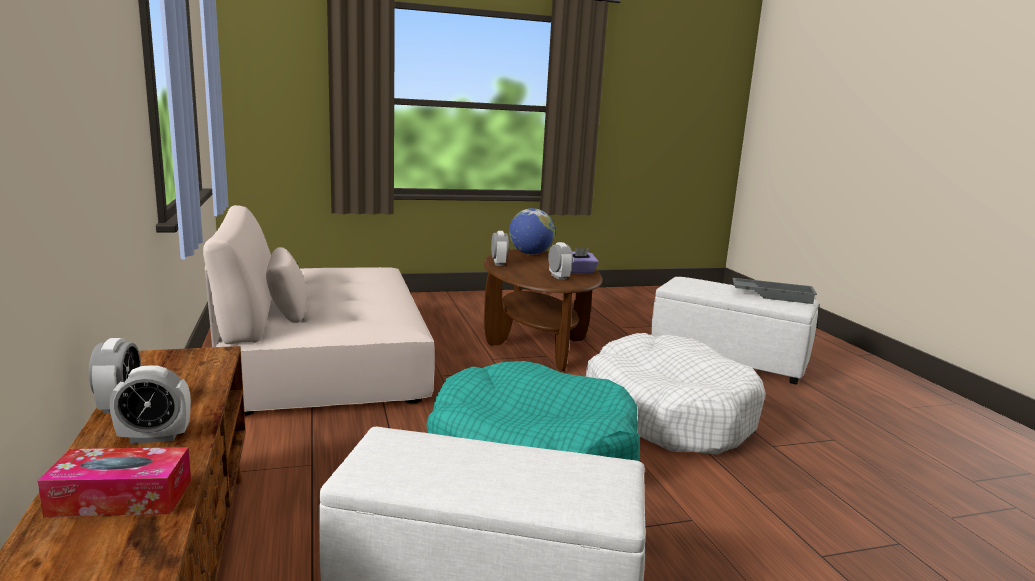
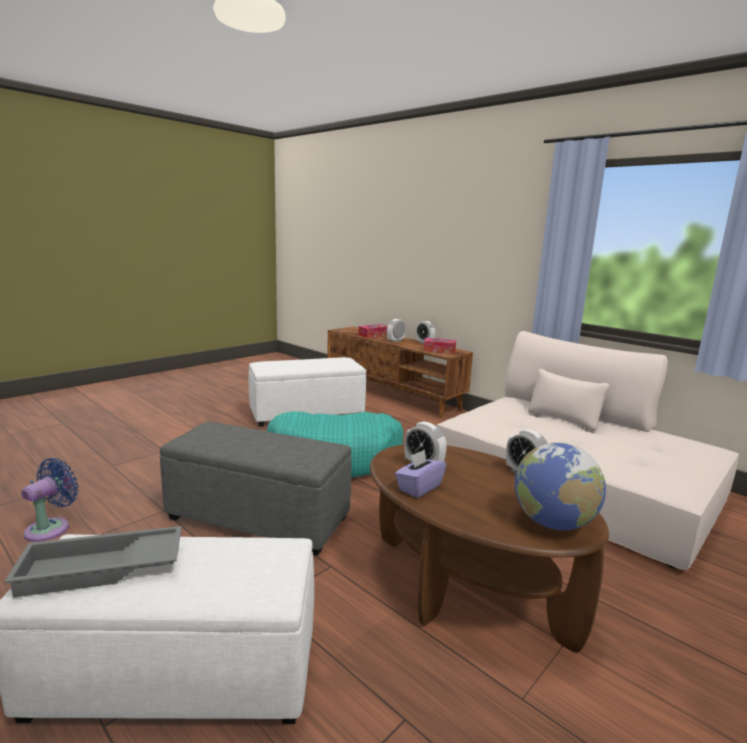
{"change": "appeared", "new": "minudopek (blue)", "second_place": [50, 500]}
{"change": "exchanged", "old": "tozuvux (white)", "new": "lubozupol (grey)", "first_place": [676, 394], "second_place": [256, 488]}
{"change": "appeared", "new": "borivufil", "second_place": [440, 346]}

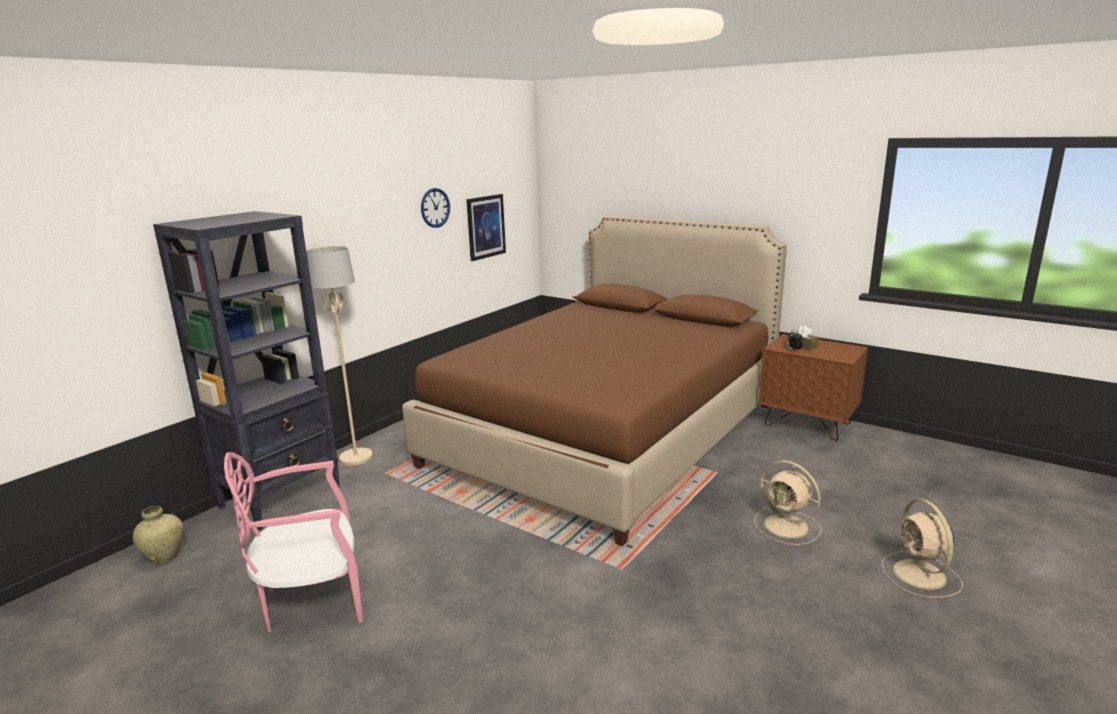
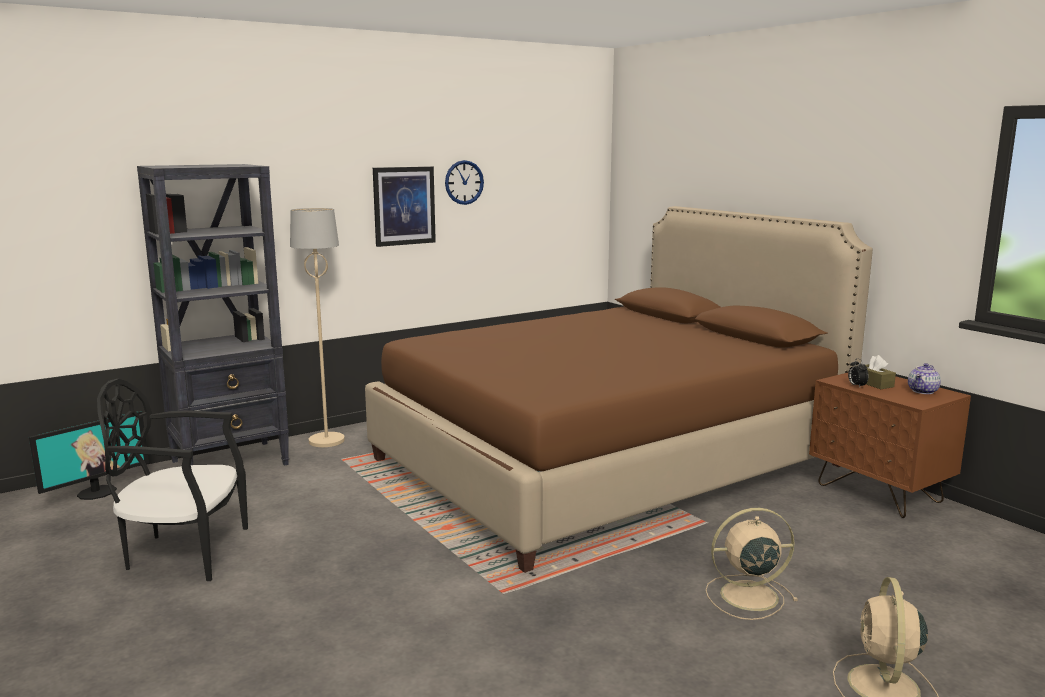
{"change": "exchanged", "old": "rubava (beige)", "new": "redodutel", "first_place": [158, 535], "second_place": [89, 455]}
{"change": "colour", "old": "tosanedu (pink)", "new": "tosanedu (black)", "first_place": [293, 542], "second_place": [172, 480]}
{"change": "relocated", "old": "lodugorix", "first_place": [486, 227], "second_place": [404, 206]}
{"change": "spun", "old": "minudopek (beige)", "first_place": [788, 502], "second_place": [752, 564], "degrees": 105}
{"change": "appeared", "new": "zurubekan", "second_place": [924, 378]}

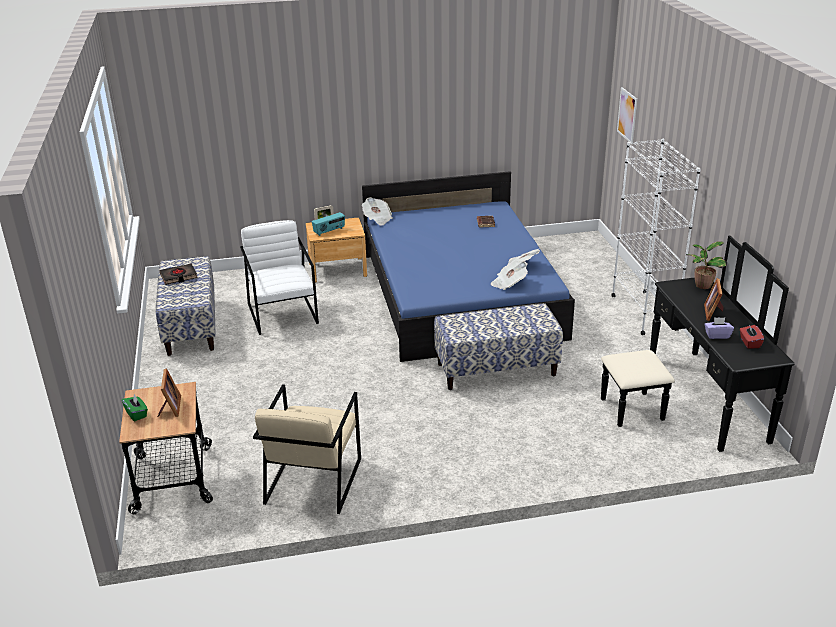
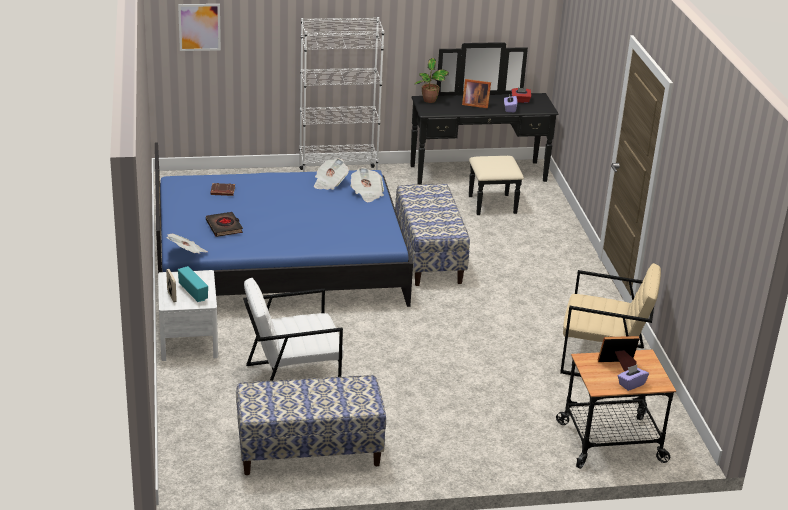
{"change": "colour", "old": "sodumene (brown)", "new": "sodumene (white)", "first_place": [336, 250], "second_place": [188, 315]}
{"change": "relocated", "old": "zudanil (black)", "first_place": [178, 274], "second_place": [224, 224]}
{"change": "colour", "old": "borivufil (green)", "new": "borivufil (purple)", "first_place": [135, 407], "second_place": [633, 378]}

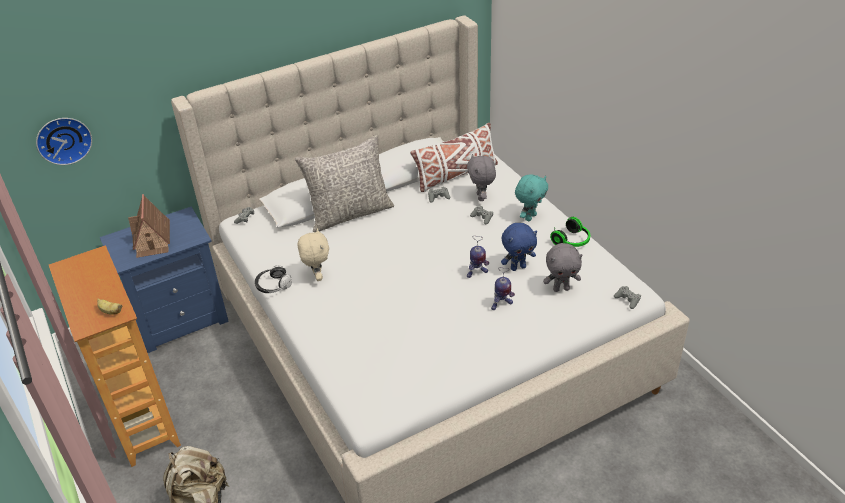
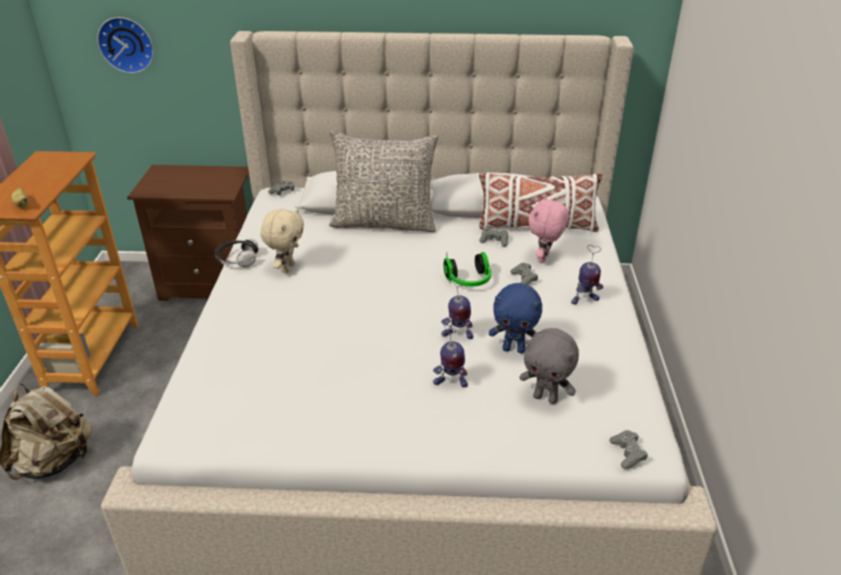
{"change": "colour", "old": "sodumene (blue)", "new": "sodumene (brown)", "first_place": [164, 280], "second_place": [188, 233]}
{"change": "relocated", "old": "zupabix", "first_place": [570, 232], "second_place": [467, 269]}
{"change": "colour", "old": "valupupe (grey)", "new": "valupupe (pink)", "first_place": [481, 177], "second_place": [548, 229]}
{"change": "exchanged", "old": "valupupe (turquoise)", "new": "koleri", "first_place": [531, 197], "second_place": [587, 275]}
{"change": "missing", "old": "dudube", "first_place": [149, 226]}

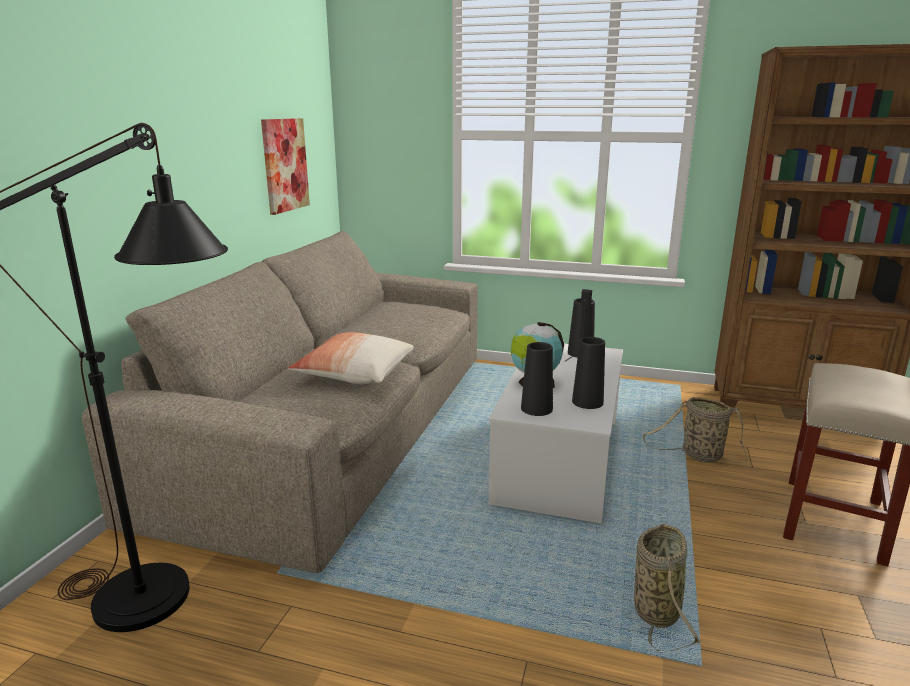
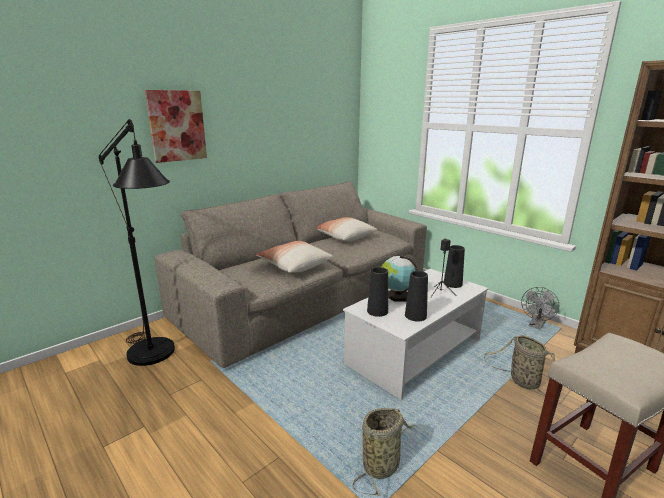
{"change": "relocated", "old": "lodugorix", "first_place": [285, 166], "second_place": [176, 126]}
{"change": "appeared", "new": "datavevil", "second_place": [347, 229]}
{"change": "appeared", "new": "minudopek (grey)", "second_place": [540, 308]}

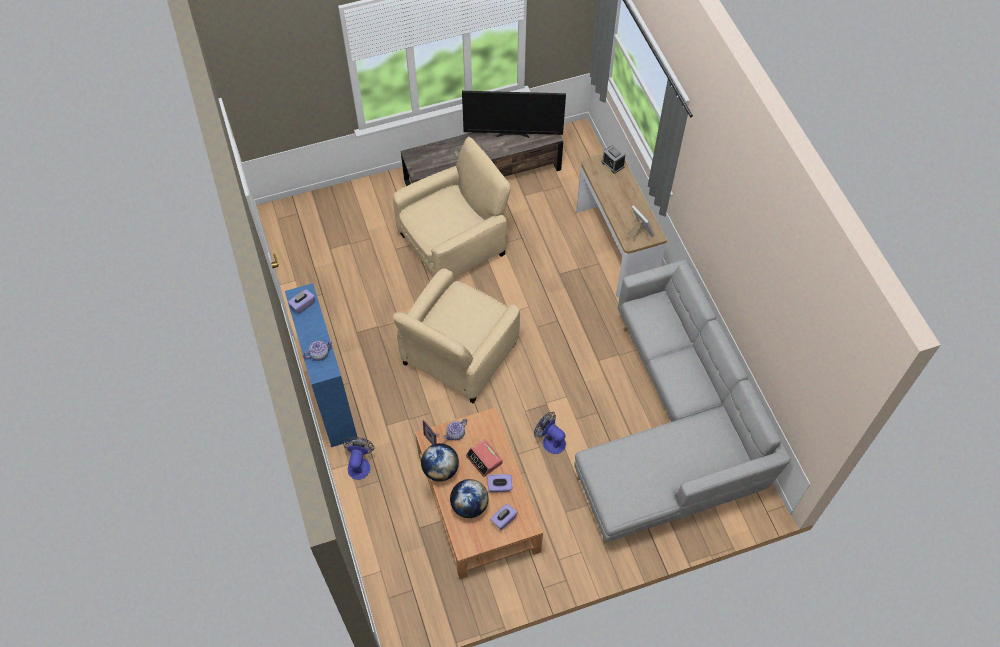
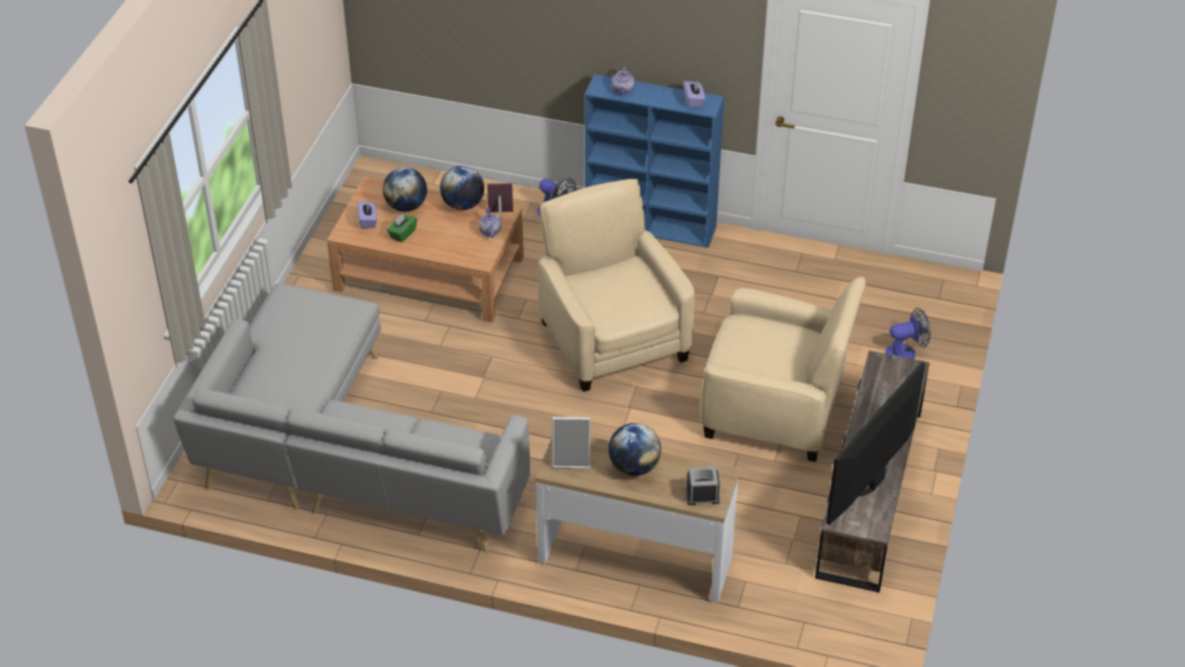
{"change": "colour", "old": "borivufil (purple)", "new": "borivufil (green)", "first_place": [499, 483], "second_place": [402, 227]}
{"change": "appeared", "new": "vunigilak", "second_place": [634, 449]}
{"change": "spun", "old": "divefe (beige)", "first_place": [452, 207], "second_place": [783, 369], "degrees": -75}
{"change": "relocated", "old": "minudopek", "first_place": [550, 433], "second_place": [908, 333]}
{"change": "missing", "old": "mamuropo", "first_place": [484, 458]}

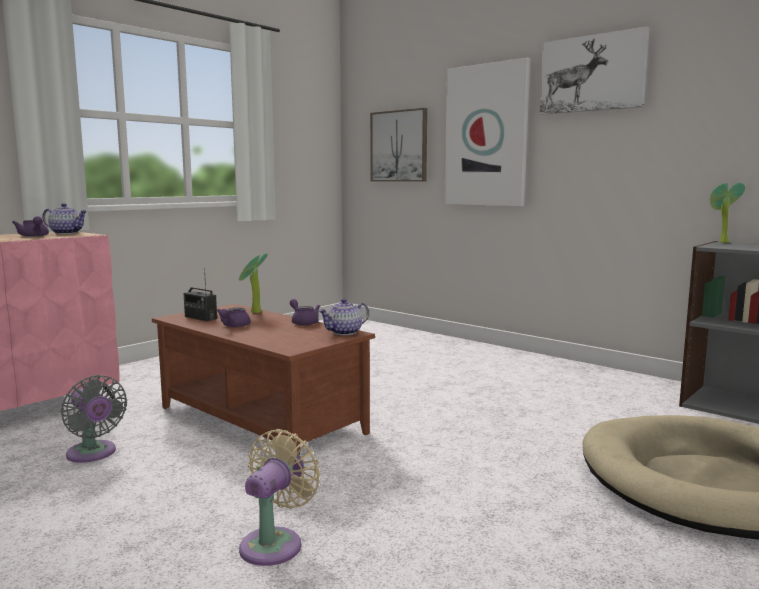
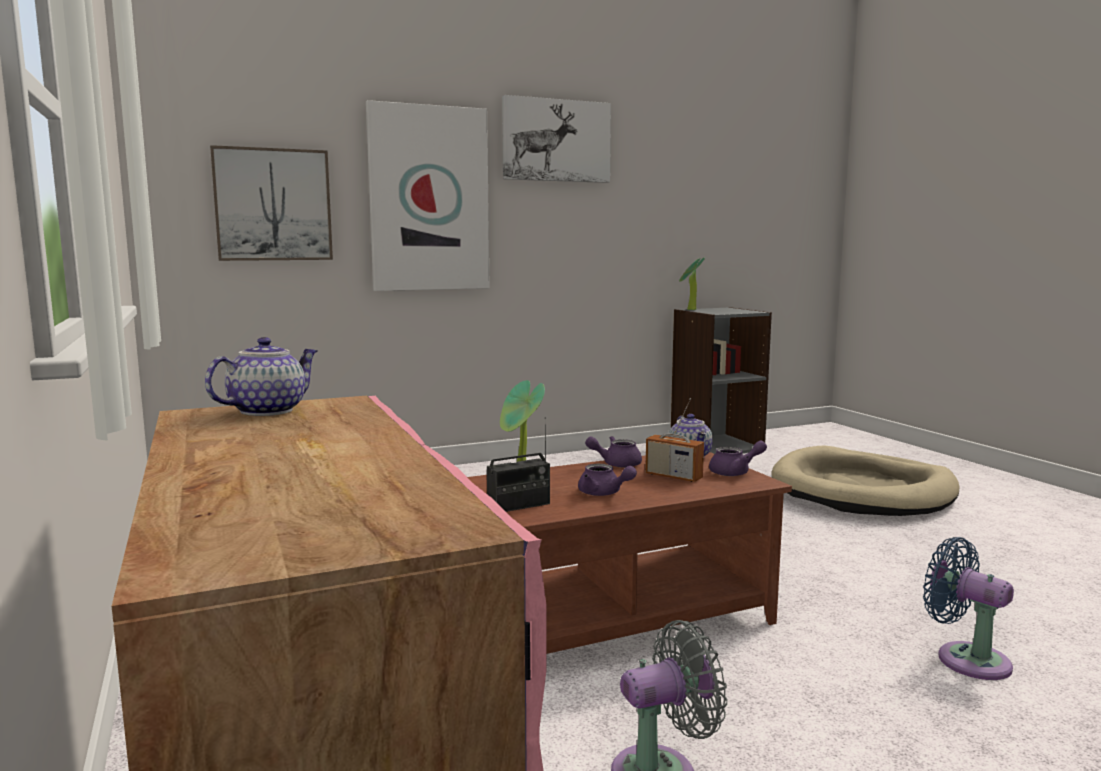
{"change": "appeared", "new": "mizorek", "second_place": [674, 440]}
{"change": "relocated", "old": "zurubekan (purple)", "first_place": [30, 226], "second_place": [738, 458]}
{"change": "colour", "old": "minudopek (beige)", "new": "minudopek (blue)", "first_place": [279, 497], "second_place": [968, 608]}

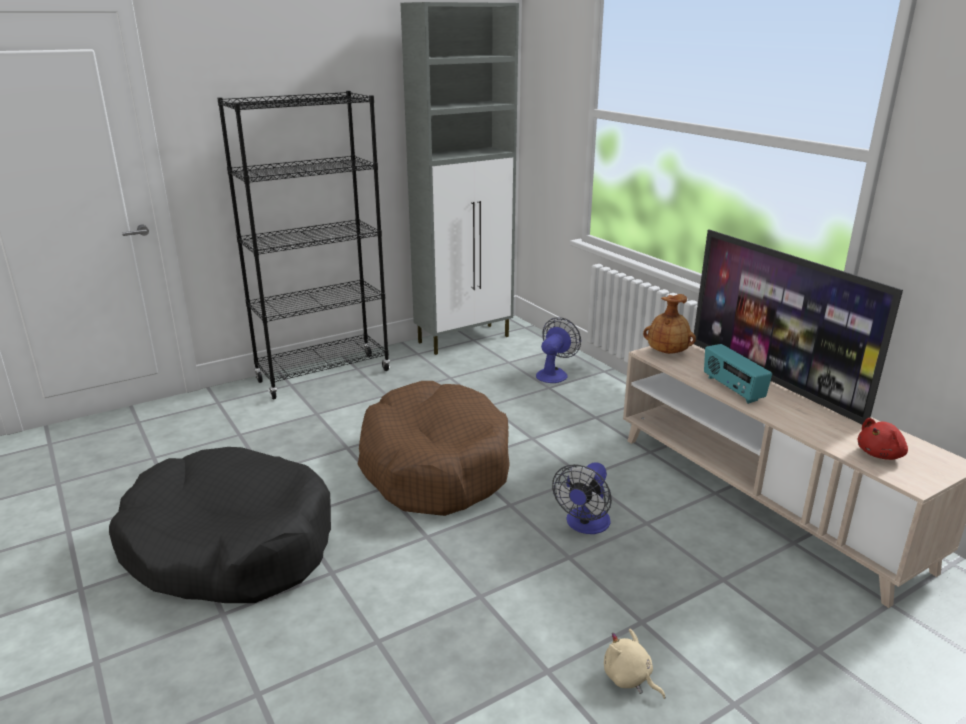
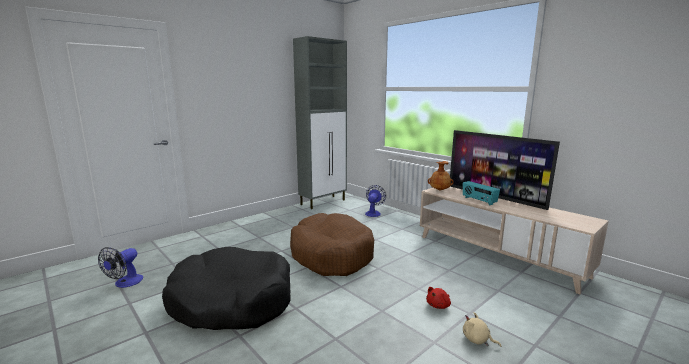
{"change": "relocated", "old": "minudopek", "first_place": [582, 498], "second_place": [120, 267]}
{"change": "relocated", "old": "valupupe (red)", "first_place": [882, 439], "second_place": [438, 298]}
{"change": "missing", "old": "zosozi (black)", "first_place": [303, 245]}

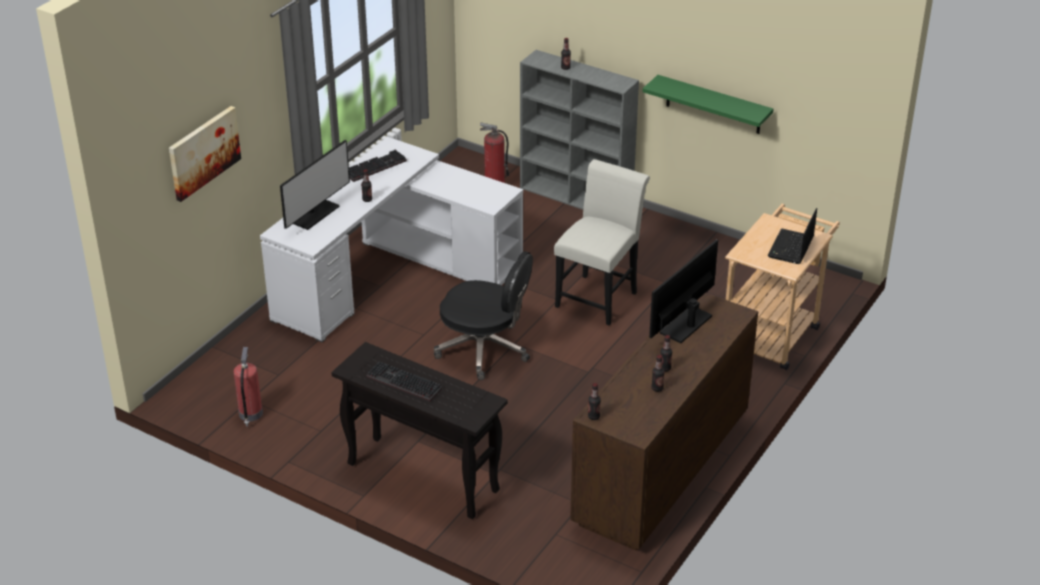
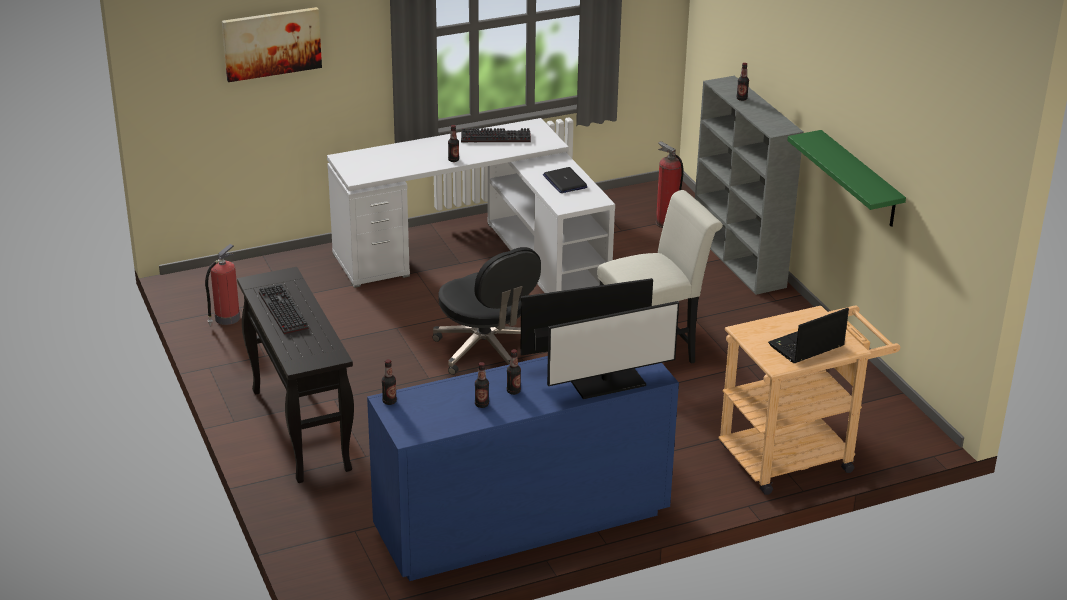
{"change": "colour", "old": "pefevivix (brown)", "new": "pefevivix (blue)", "first_place": [664, 422], "second_place": [523, 468]}
{"change": "appeared", "new": "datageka", "second_place": [565, 180]}
{"change": "relocated", "old": "redodutel", "first_place": [315, 185], "second_place": [613, 350]}

